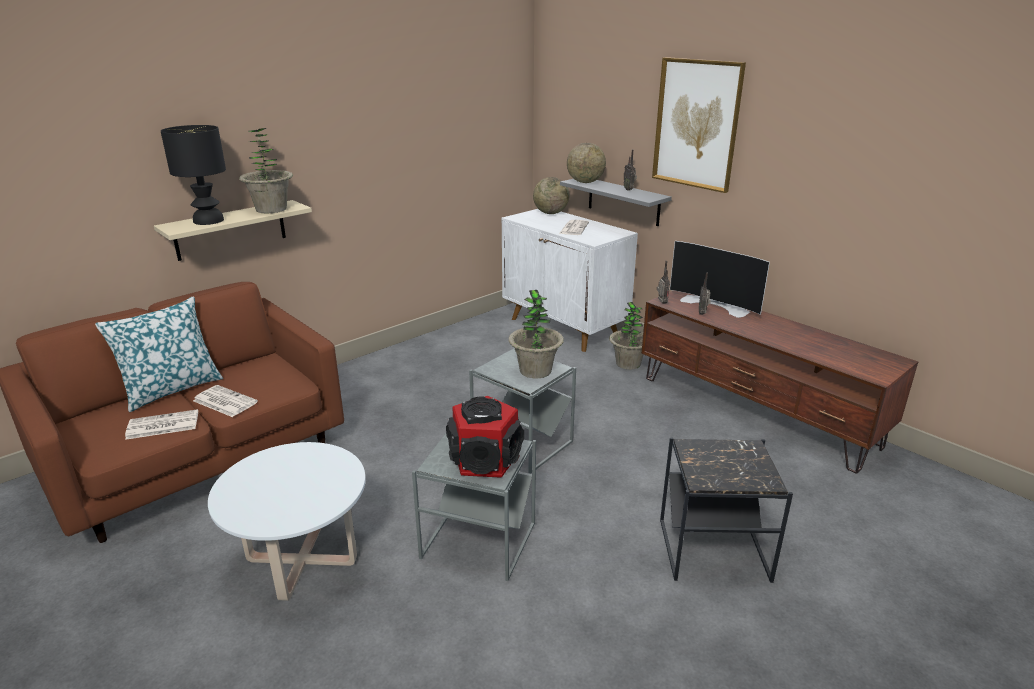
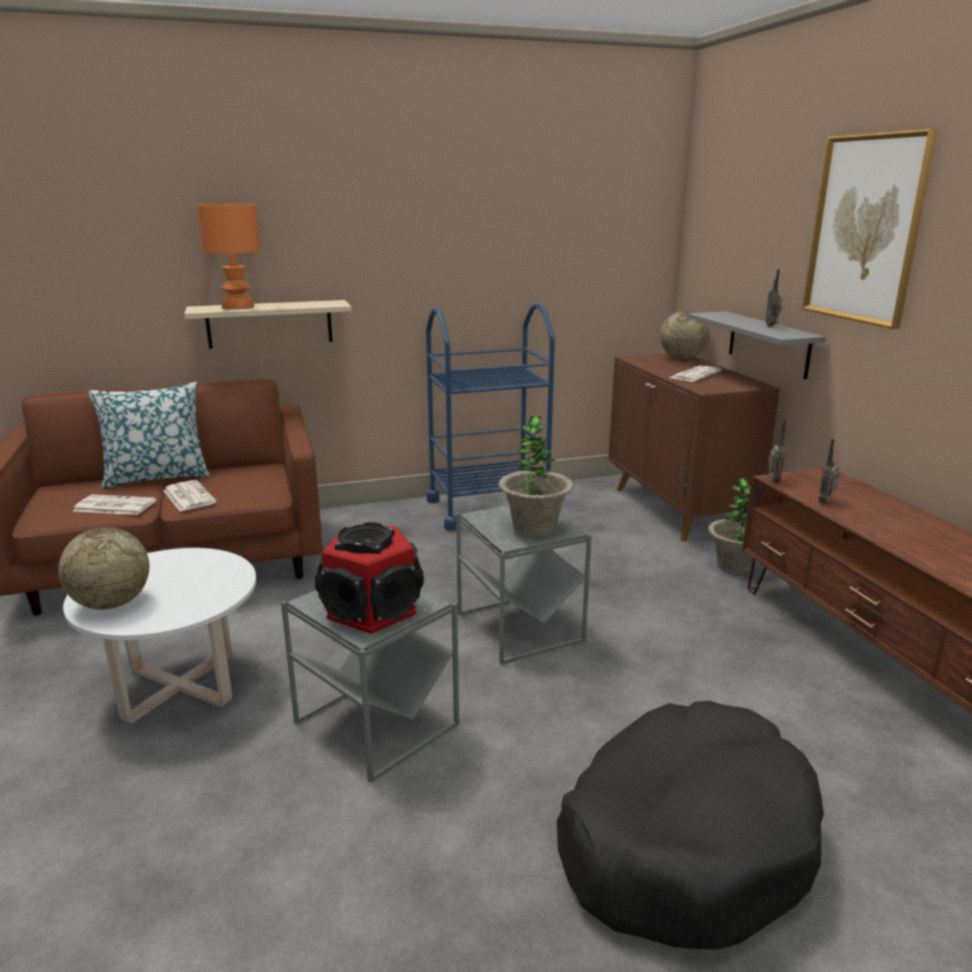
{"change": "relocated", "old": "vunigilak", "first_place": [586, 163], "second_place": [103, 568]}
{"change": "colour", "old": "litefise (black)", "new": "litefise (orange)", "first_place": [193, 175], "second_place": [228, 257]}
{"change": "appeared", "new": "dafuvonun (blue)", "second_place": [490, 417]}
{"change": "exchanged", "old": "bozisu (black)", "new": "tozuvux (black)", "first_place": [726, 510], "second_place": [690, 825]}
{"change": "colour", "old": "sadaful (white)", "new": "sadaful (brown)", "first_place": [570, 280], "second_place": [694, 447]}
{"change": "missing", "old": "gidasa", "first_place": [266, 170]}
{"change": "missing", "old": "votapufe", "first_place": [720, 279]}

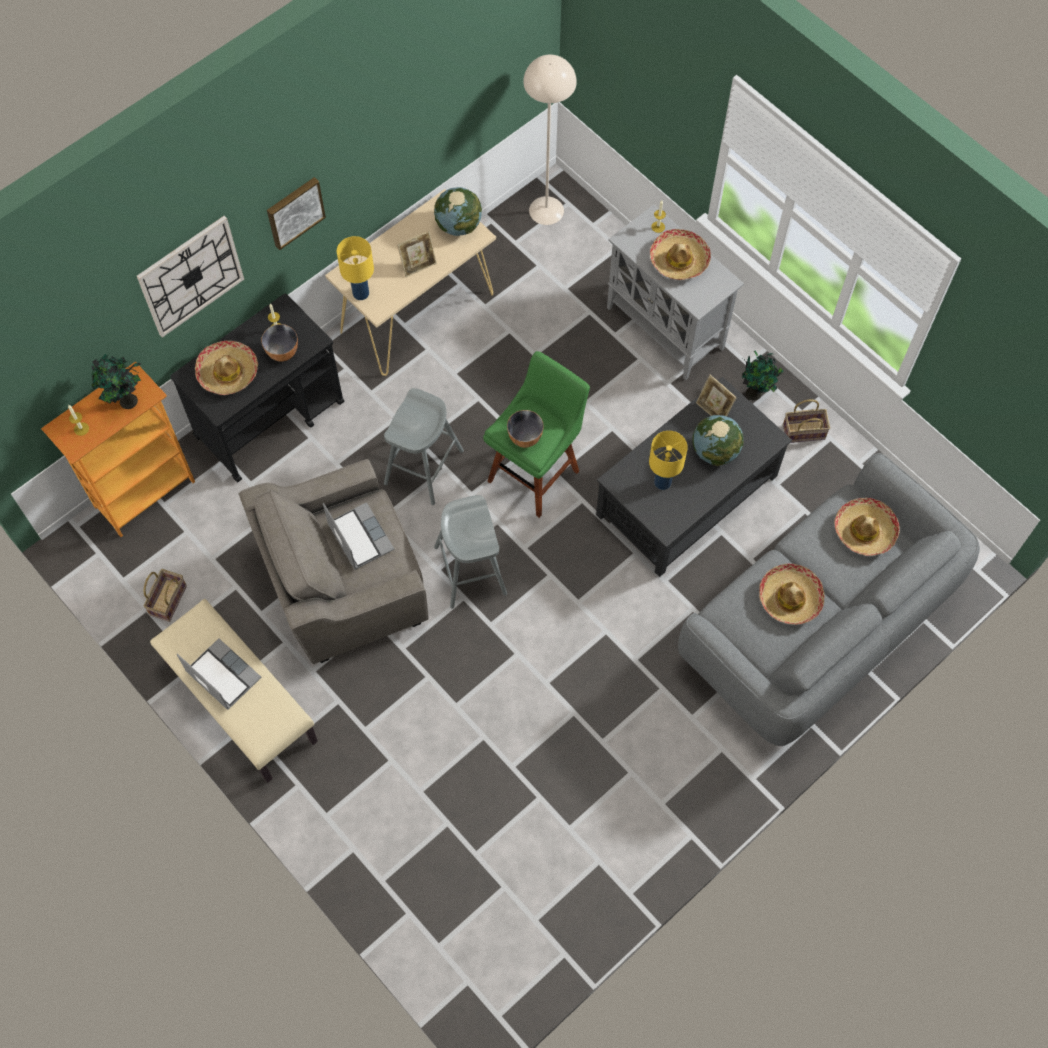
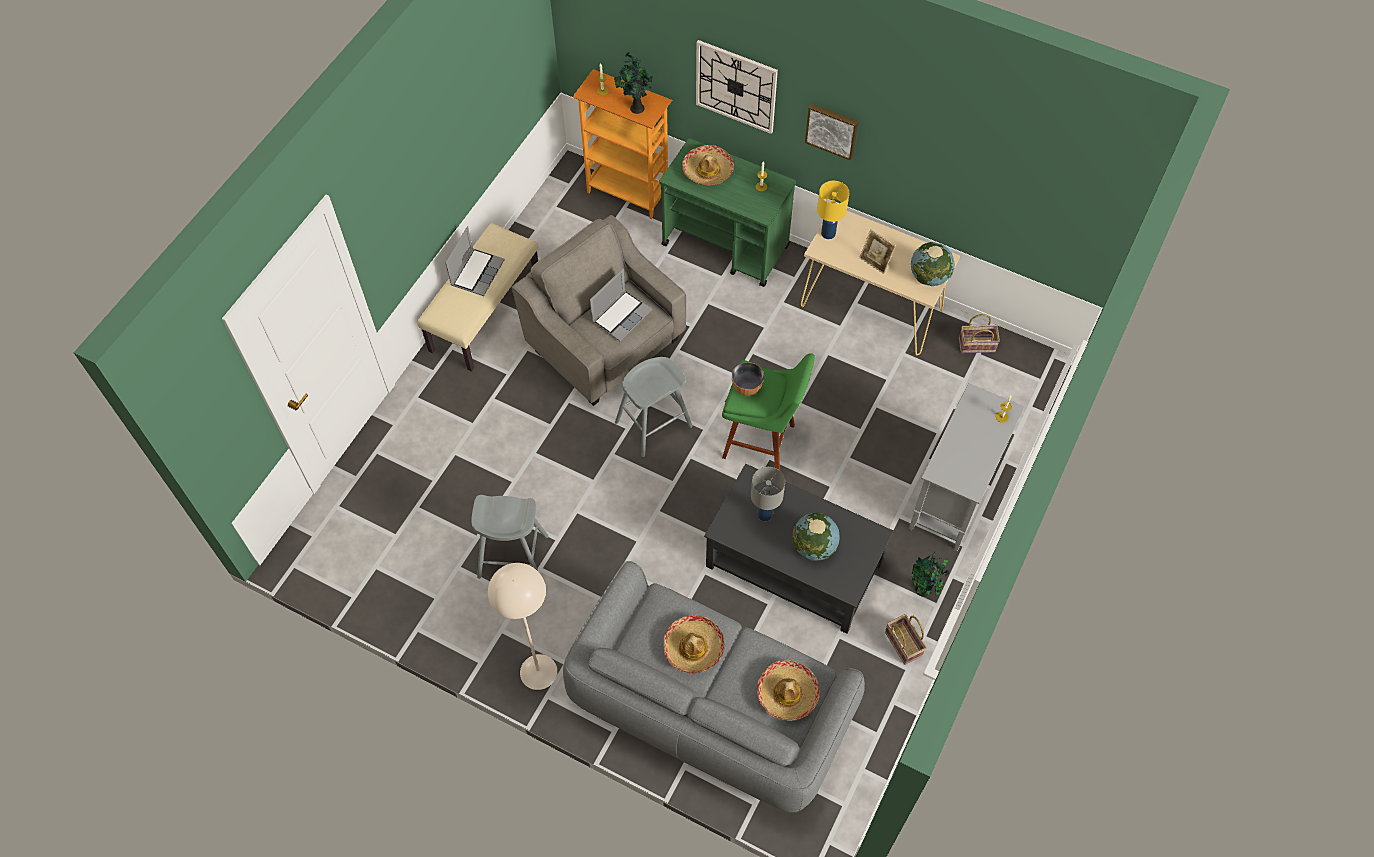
{"change": "relocated", "old": "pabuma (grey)", "first_place": [424, 446], "second_place": [510, 537]}
{"change": "relocated", "old": "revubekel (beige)", "first_place": [550, 140], "second_place": [522, 626]}
{"change": "colour", "old": "dafuvonun (black)", "new": "dafuvonun (green)", "first_place": [257, 387], "second_place": [727, 212]}
{"change": "colour", "old": "litefise (yellow)", "new": "litefise (grey)", "first_place": [668, 460], "second_place": [768, 494]}
{"change": "relocated", "old": "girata", "first_place": [165, 595], "second_place": [979, 333]}
{"change": "missing", "old": "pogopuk", "first_place": [279, 342]}
{"change": "missing", "old": "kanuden", "first_place": [680, 254]}
{"change": "missing", "old": "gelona", "first_place": [716, 395]}

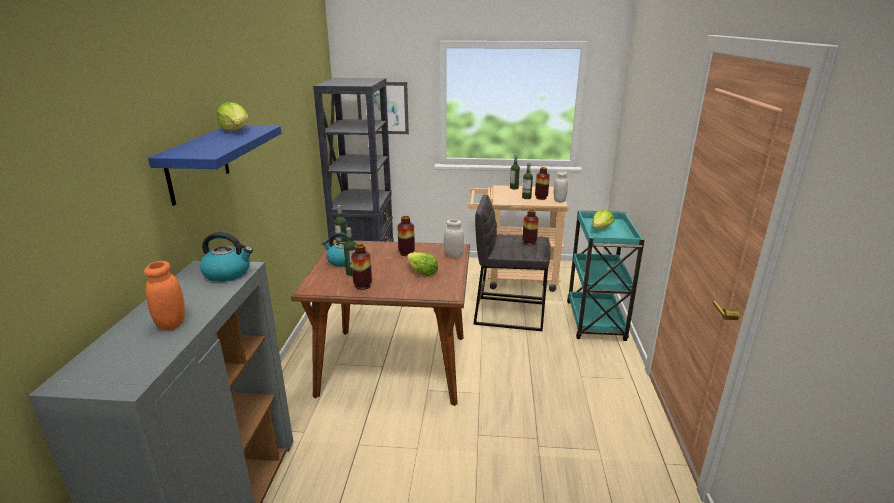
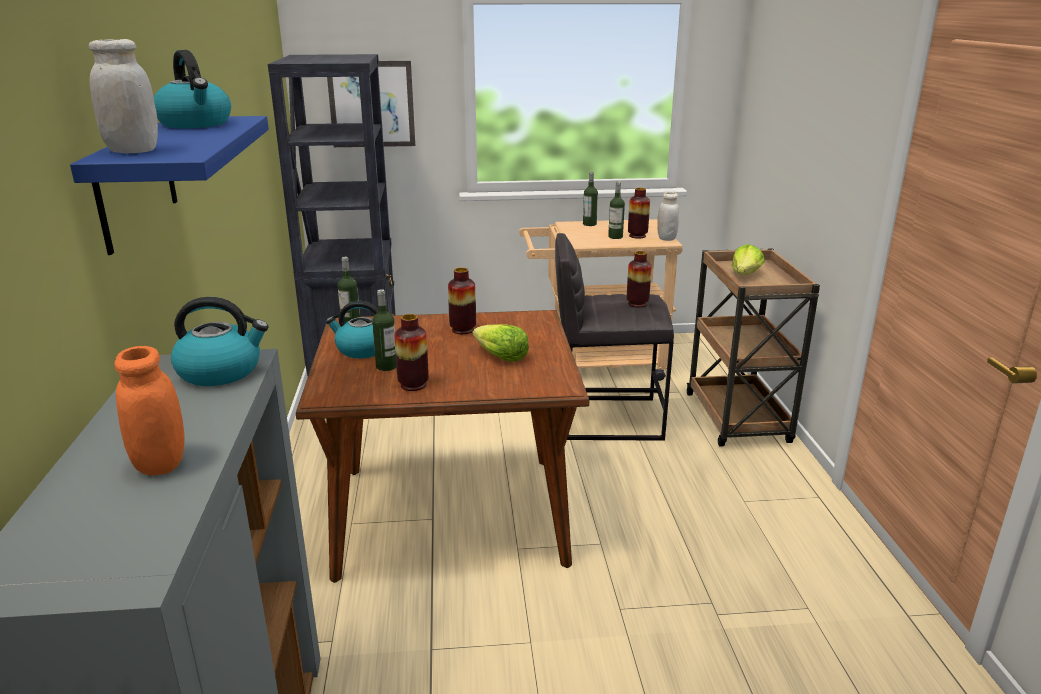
{"change": "relocated", "old": "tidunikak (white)", "first_place": [454, 238], "second_place": [123, 96]}
{"change": "exchanged", "old": "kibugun", "new": "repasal", "first_place": [233, 116], "second_place": [192, 89]}
{"change": "colour", "old": "dafuvonun (turquoise)", "new": "dafuvonun (brown)", "first_place": [606, 276], "second_place": [753, 347]}

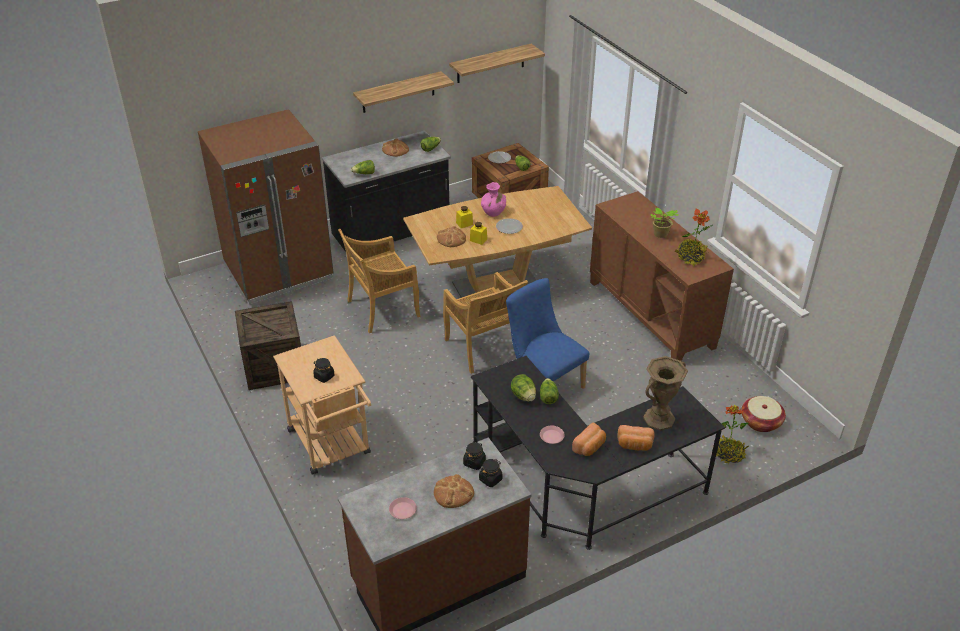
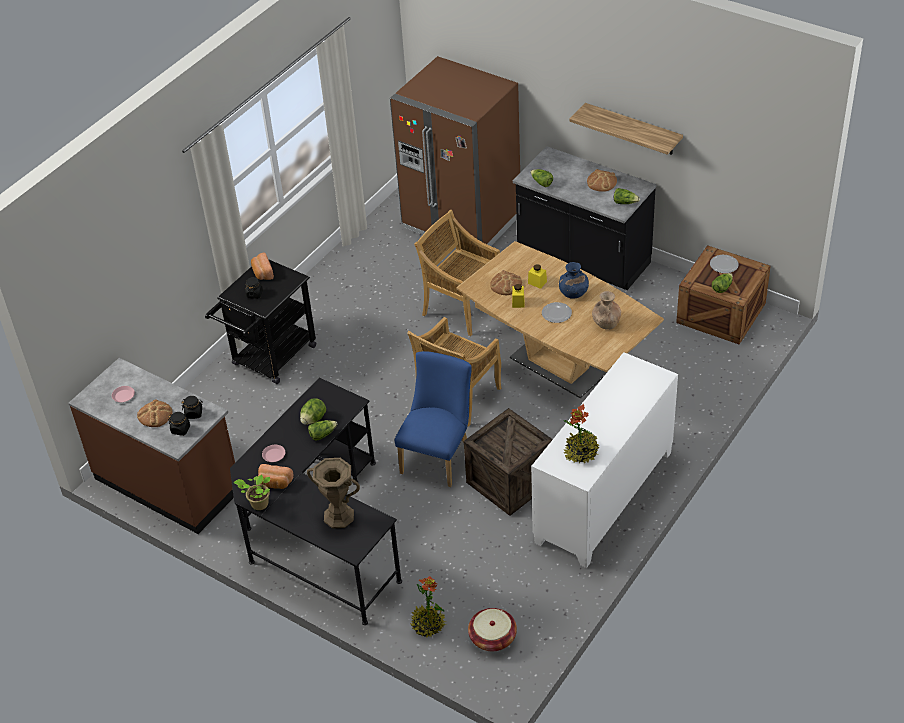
{"change": "colour", "old": "dafuvonun (beige)", "new": "dafuvonun (black)", "first_place": [322, 405], "second_place": [260, 321]}
{"change": "relocated", "old": "gidasa", "first_place": [665, 223], "second_place": [252, 492]}
{"change": "relocated", "old": "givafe", "first_place": [635, 438], "second_place": [262, 266]}
{"change": "relocated", "old": "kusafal", "first_place": [268, 345], "second_place": [508, 462]}
{"change": "colour", "old": "sadaful (brown)", "new": "sadaful (white)", "first_place": [662, 276], "second_place": [604, 460]}
{"change": "colour", "old": "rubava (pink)", "new": "rubava (blue)", "first_place": [493, 199], "second_place": [574, 280]}
{"change": "appeared", "new": "rubava (brown)", "second_place": [606, 310]}
{"change": "missing", "old": "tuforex", "first_place": [497, 63]}

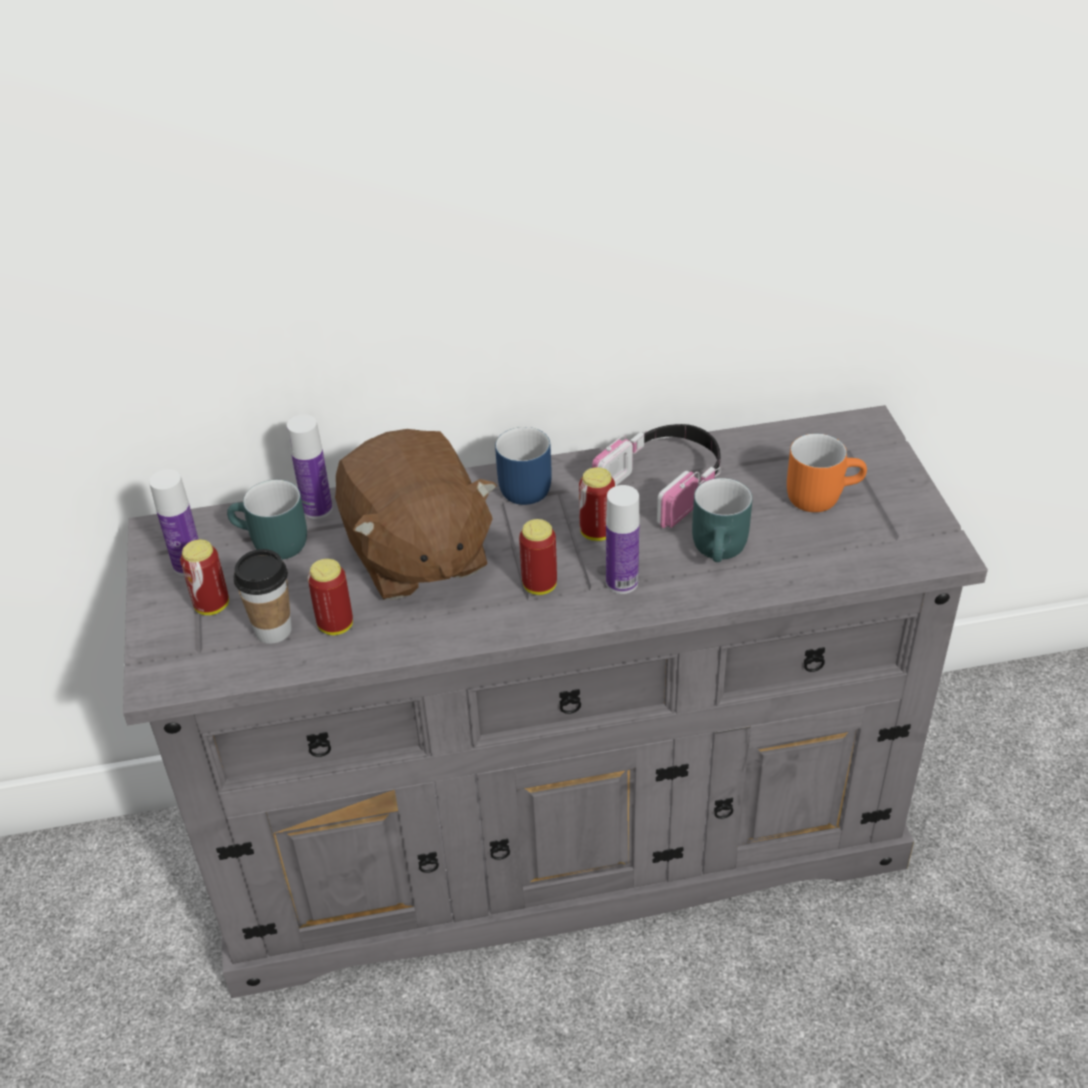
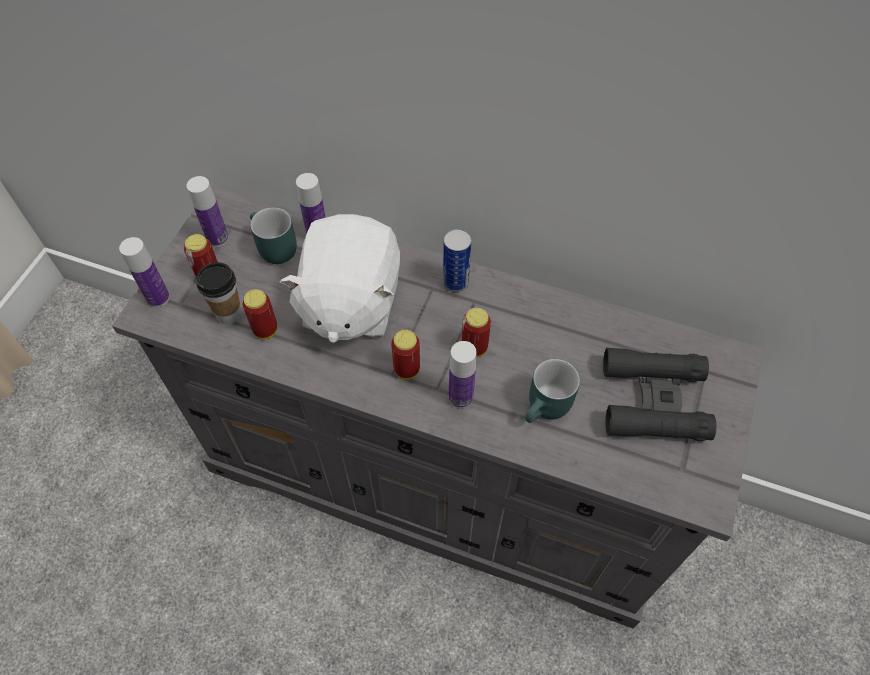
{"change": "appeared", "new": "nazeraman", "second_place": [144, 272]}
{"change": "colour", "old": "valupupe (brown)", "new": "valupupe (white)", "first_place": [416, 514], "second_place": [340, 278]}
{"change": "exchanged", "old": "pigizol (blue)", "new": "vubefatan", "first_place": [523, 466], "second_place": [457, 260]}
{"change": "exchanged", "old": "pigizol (orange)", "new": "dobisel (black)", "first_place": [827, 472], "second_place": [659, 394]}
{"change": "missing", "old": "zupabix", "first_place": [656, 476]}

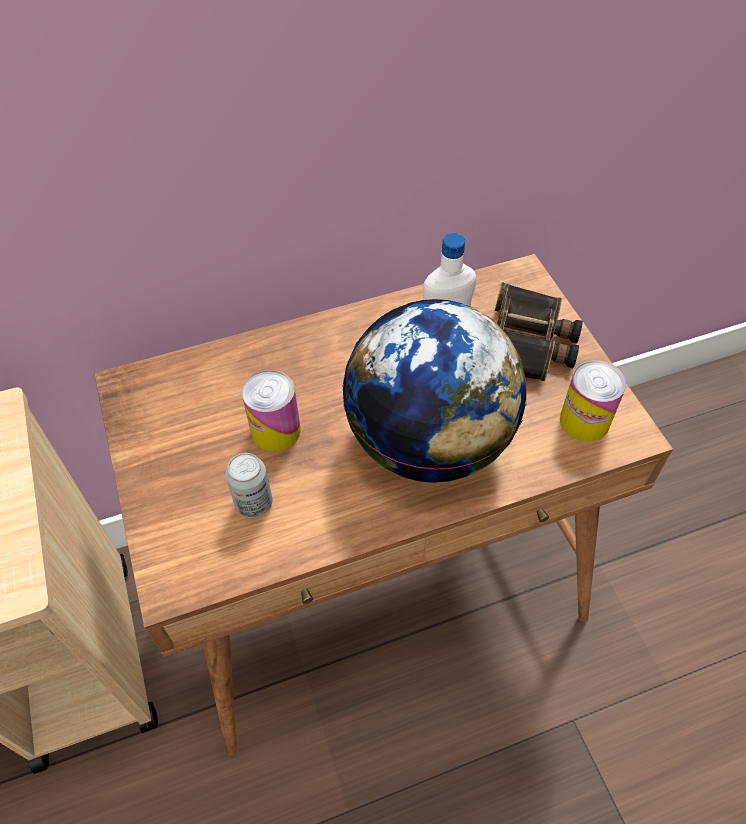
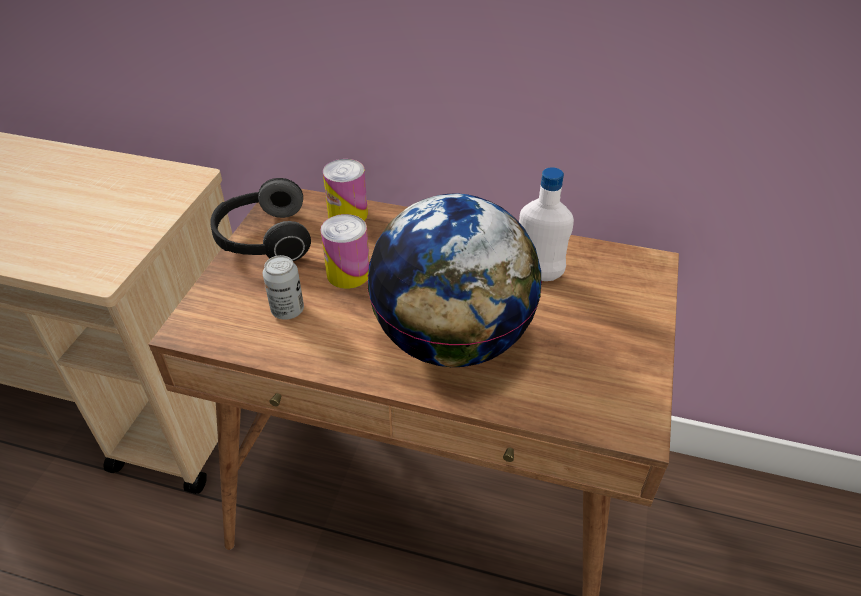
{"change": "appeared", "new": "zupabix", "second_place": [261, 219]}
{"change": "relocated", "old": "vubefatan", "first_place": [593, 401], "second_place": [345, 190]}
{"change": "missing", "old": "dobisel", "first_place": [539, 331]}

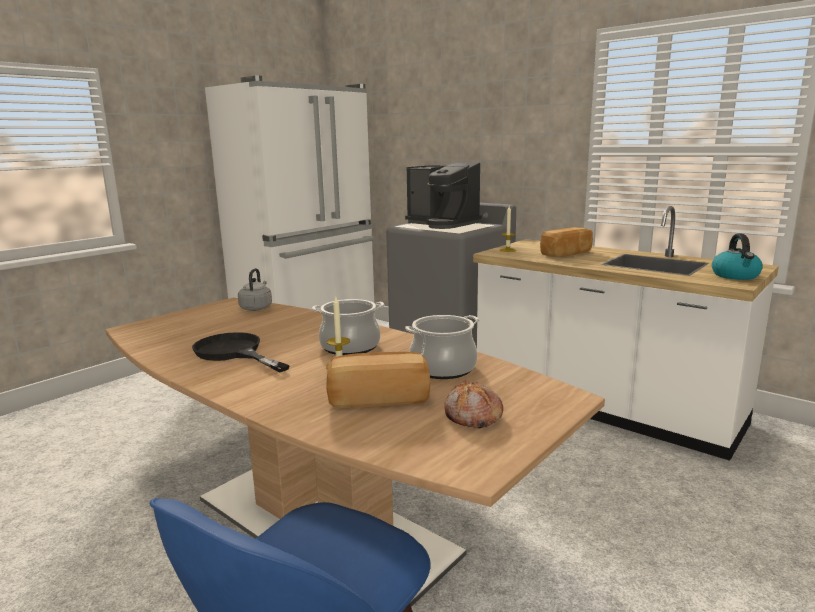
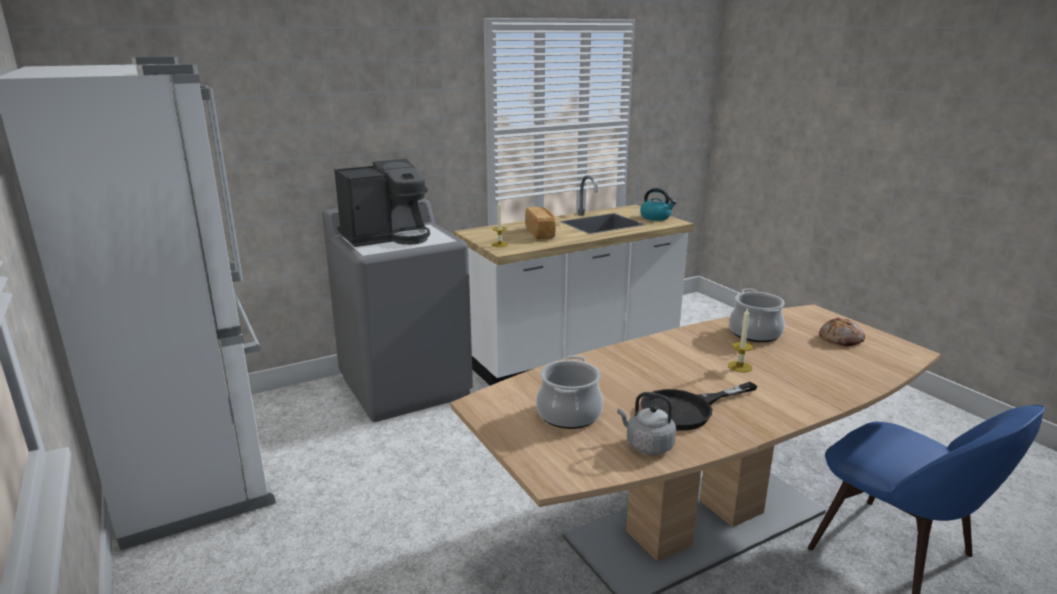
{"change": "relocated", "old": "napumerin", "first_place": [348, 327], "second_place": [569, 392]}
{"change": "relocated", "old": "repasal (grey)", "first_place": [255, 289], "second_place": [646, 423]}
{"change": "missing", "old": "givafe", "first_place": [378, 380]}

